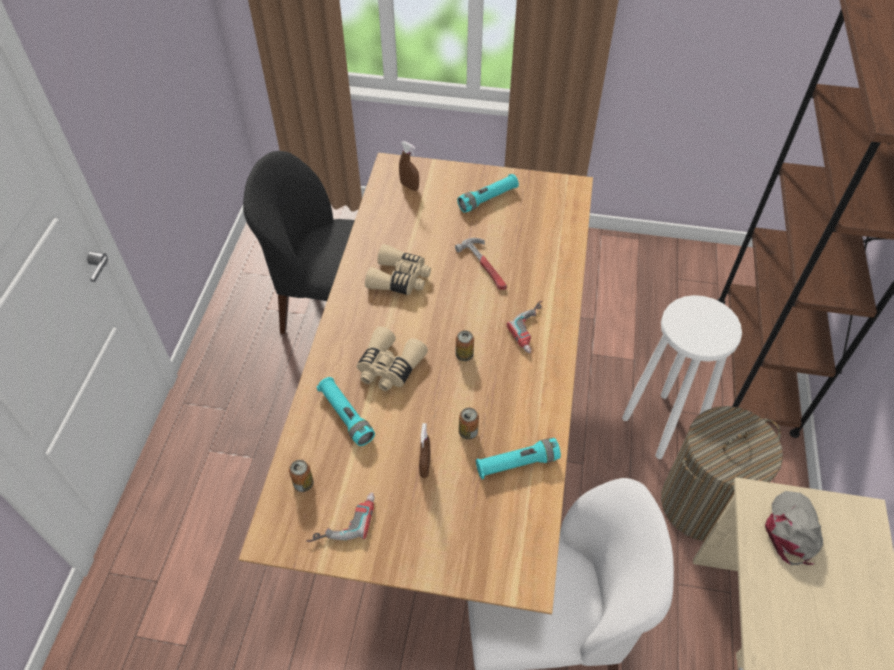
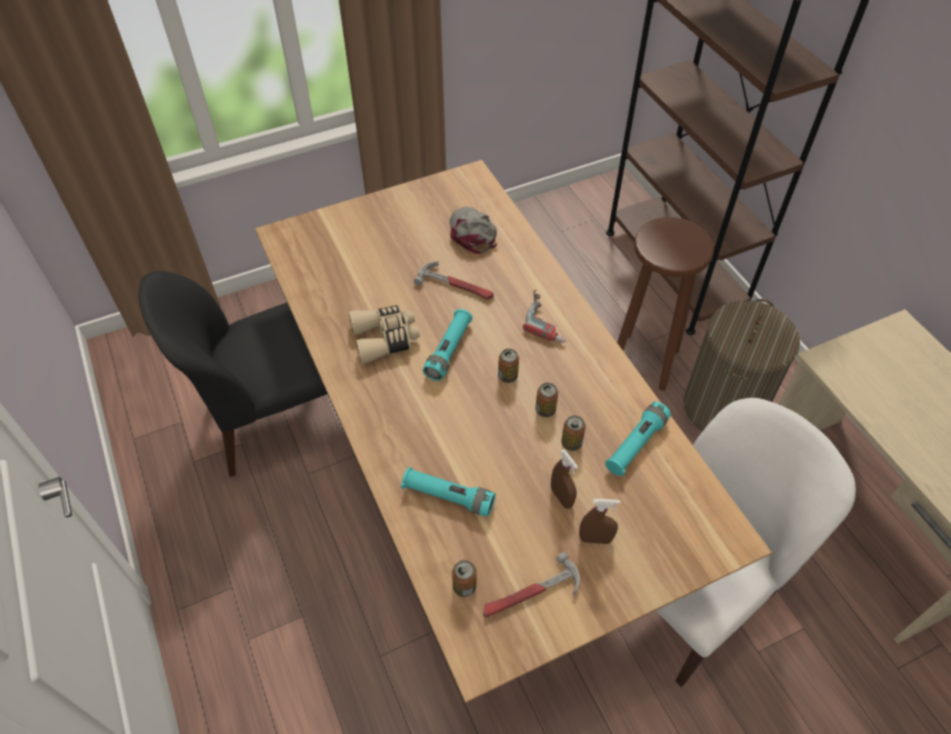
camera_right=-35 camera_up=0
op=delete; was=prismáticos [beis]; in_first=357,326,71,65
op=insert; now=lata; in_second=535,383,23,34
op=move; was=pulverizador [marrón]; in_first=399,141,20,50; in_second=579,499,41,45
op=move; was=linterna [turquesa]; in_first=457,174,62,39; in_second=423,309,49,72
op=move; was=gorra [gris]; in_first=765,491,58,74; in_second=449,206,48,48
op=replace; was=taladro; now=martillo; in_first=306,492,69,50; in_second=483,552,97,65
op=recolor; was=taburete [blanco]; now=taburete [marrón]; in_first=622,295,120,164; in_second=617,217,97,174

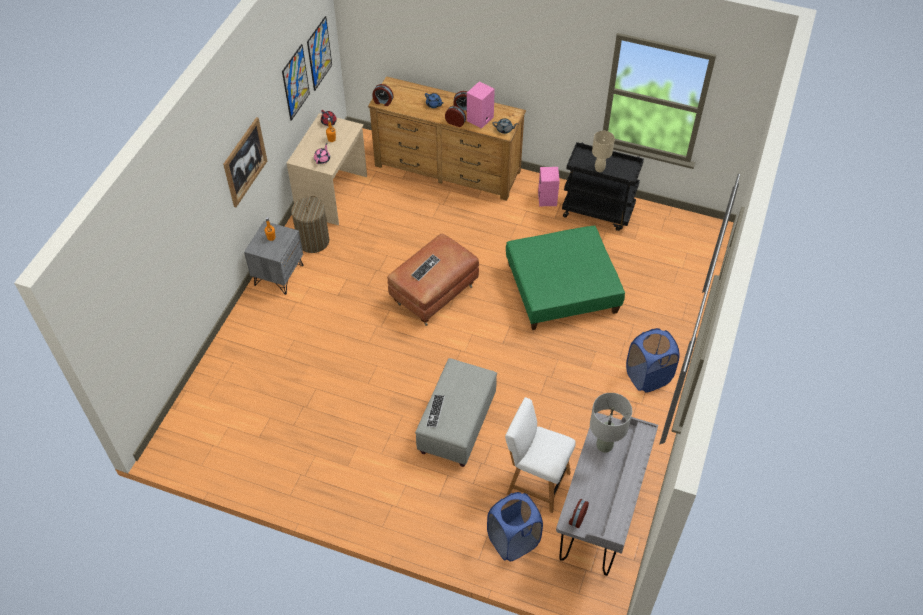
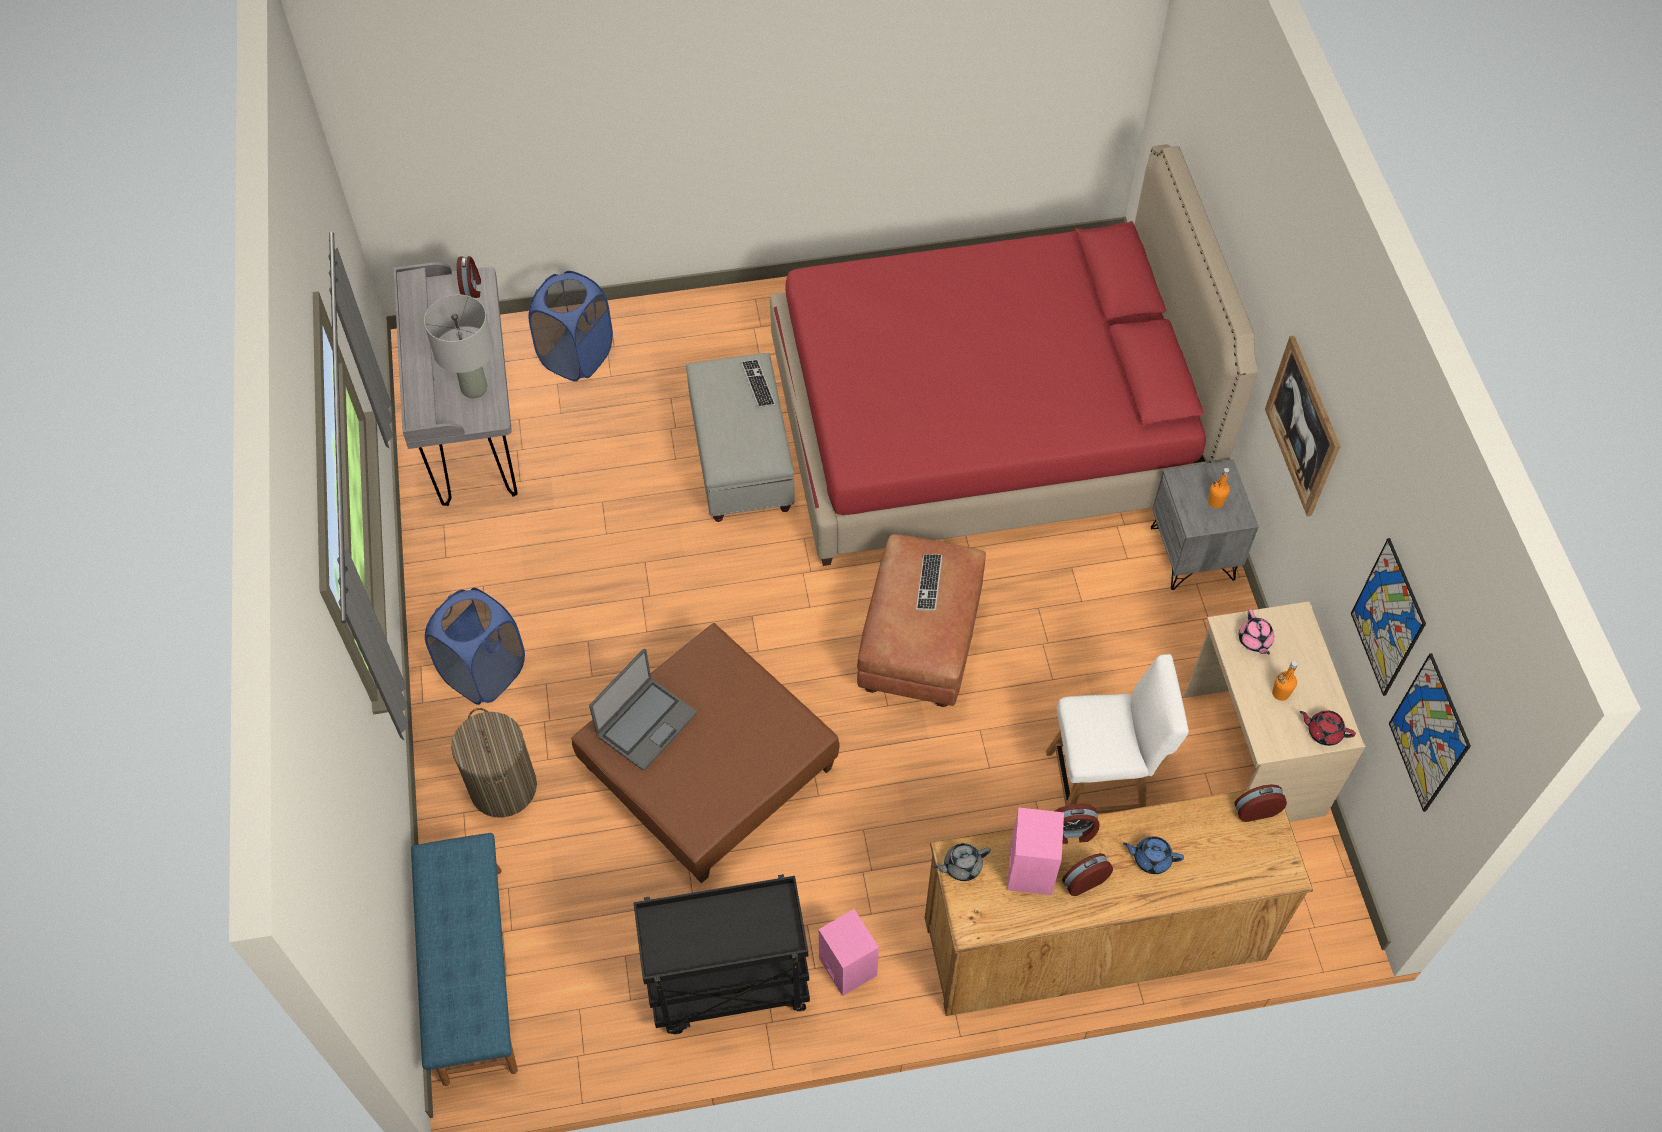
camera_right=150 camera_up=5
op=delete; was=lámpara de mesa [beis]; in_first=592,131,23,41
op=insert; now=banco [azul]; in_second=411,833,107,253
op=insert; now=portátil; in_second=589,649,107,121
op=insert; now=cama [rojo]; in_second=770,145,488,421
op=move; was=cesto de la ropa; in_first=291,196,38,57; in_second=451,708,86,110
op=move; was=silla [blanco]; in_first=505,397,70,116; in_second=1046,654,143,160
op=recolor; was=puf [verde]; now=puf [marrón]; in_first=506,226,119,104; in_second=571,623,268,260

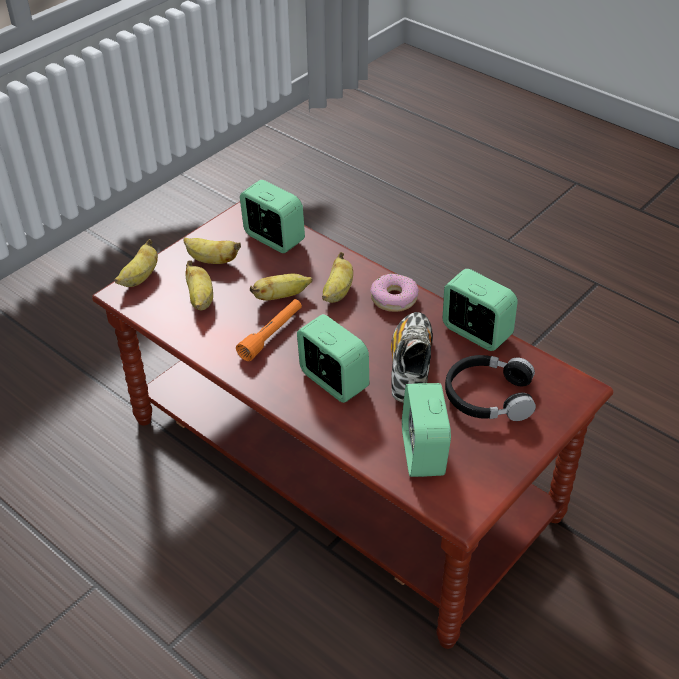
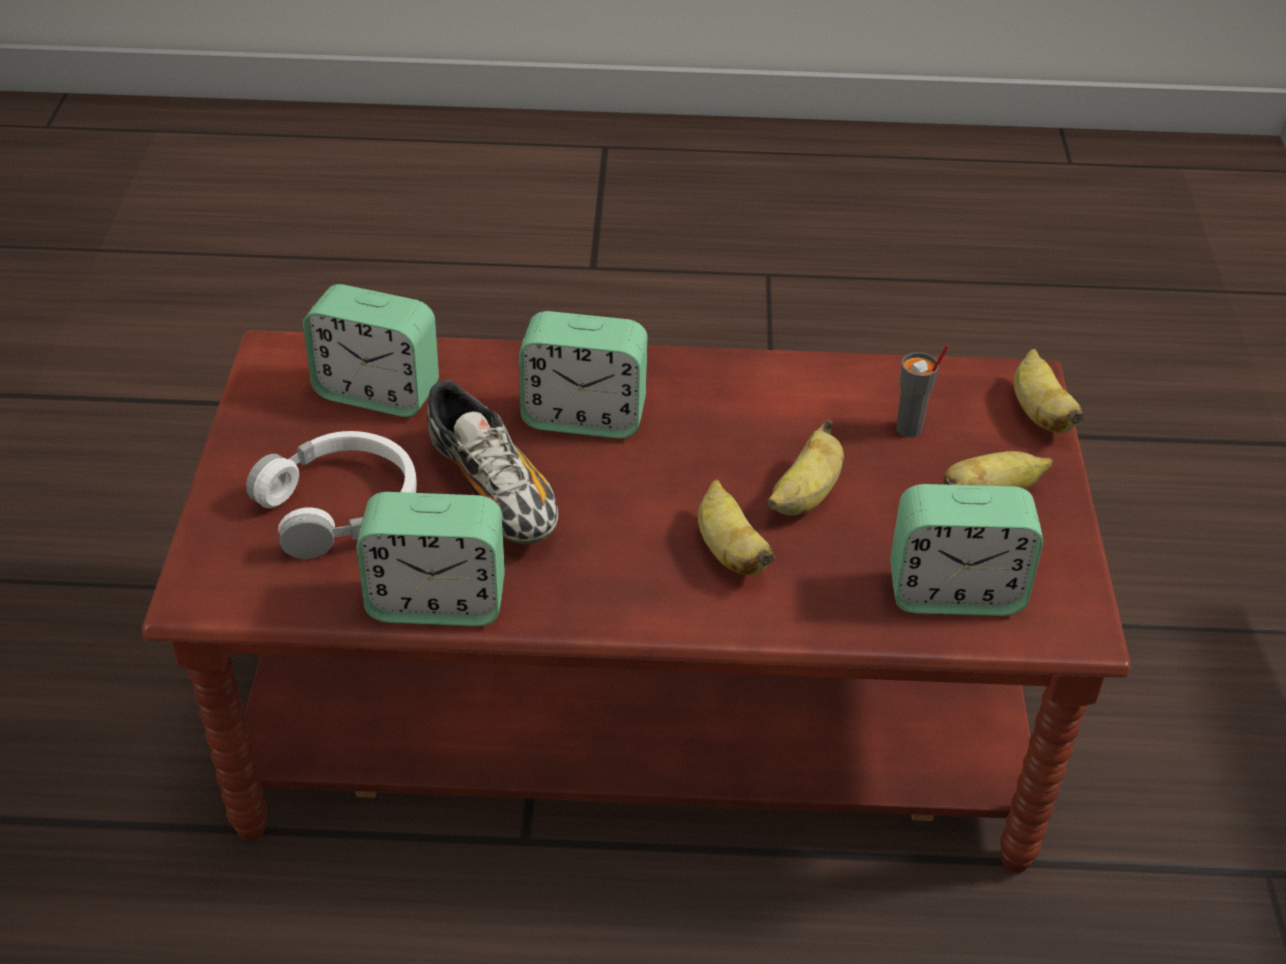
camera_right=140 camera_up=0
op=delete; was=linterna [naranja]; in_first=236,299,66,62
op=delete; was=rosquilla; in_first=370,274,49,38
op=replace; was=plátano; now=taza [gris]; in_first=186,260,27,50; in_second=896,345,53,93
op=recolor; was=auriculares [negro]; now=auriculares [blanco]; in_first=445,355,91,66; in_second=246,431,171,128
op=rotate; was=despertador; in_first=402,383,49,94; in_second=303,284,136,133; clockwise=150

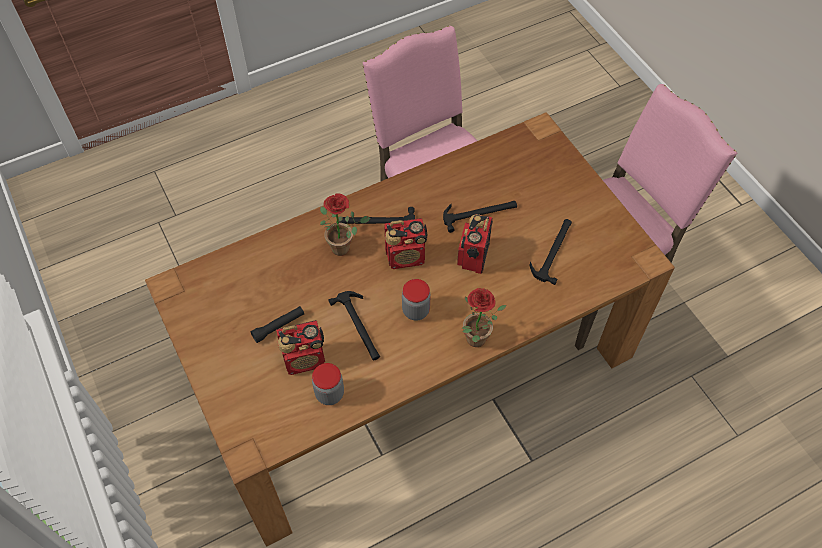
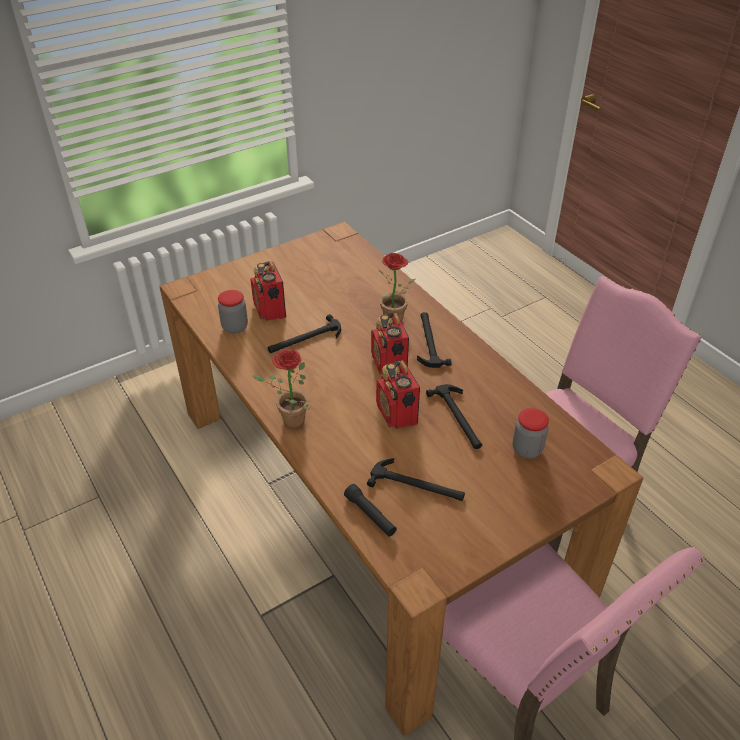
camera_right=85 camera_up=-15
op=move; was=linterna [negro]; in_first=250,306,54,37; in_second=344,484,53,53
op=move; was=tarro; in_first=402,279,29,42; in_second=513,408,36,50
op=rotate; was=radio; in_first=457,214,36,60; in_second=376,360,44,69; clockwise=-120

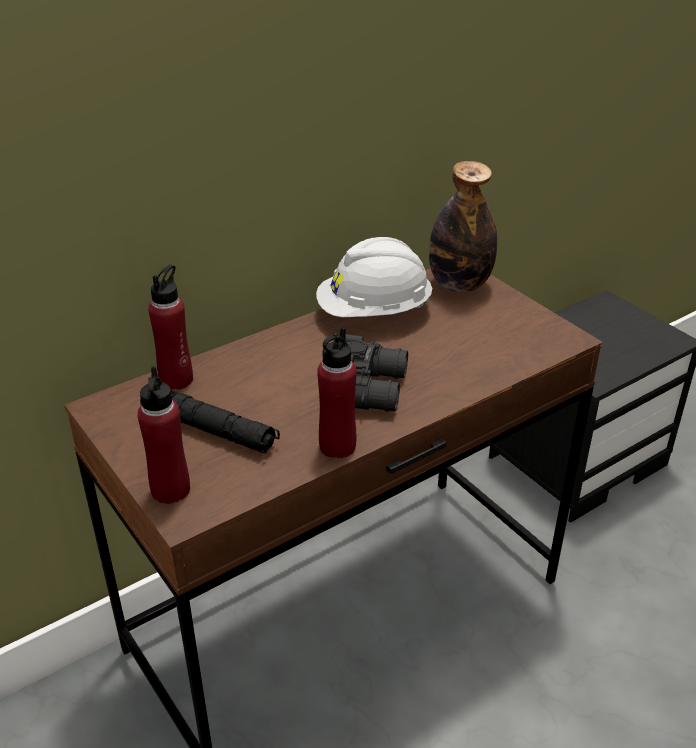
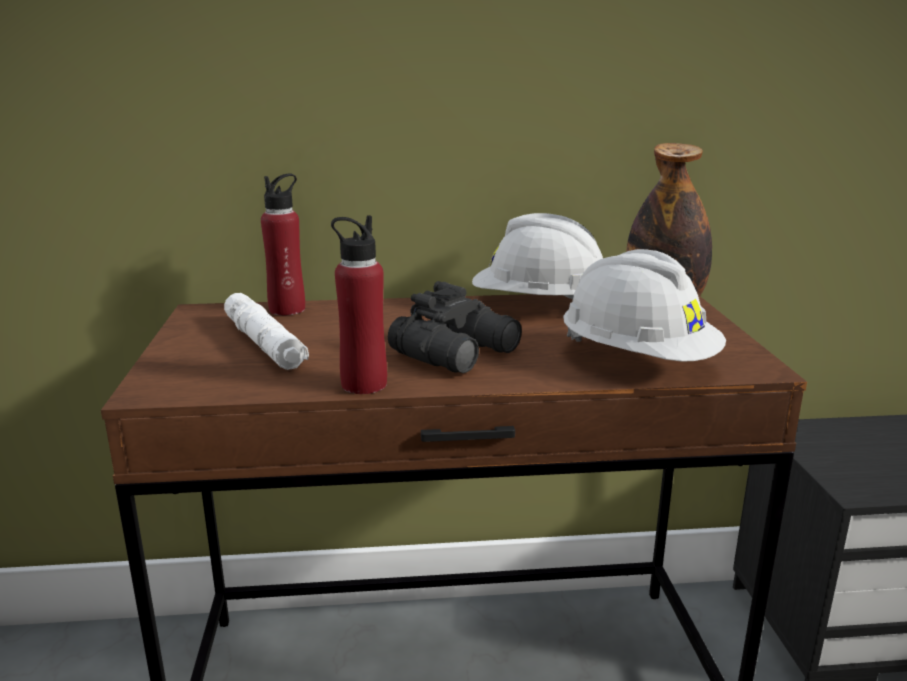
camera_right=30 camera_up=-15
op=delete; was=botella [rojo]; in_first=137,366,53,138
op=insert; now=casco [blanco]; in_second=563,249,163,113
op=recolor; was=linterna [negro]; now=linterna [blanco]; in_first=140,390,140,63; in_second=224,293,85,77

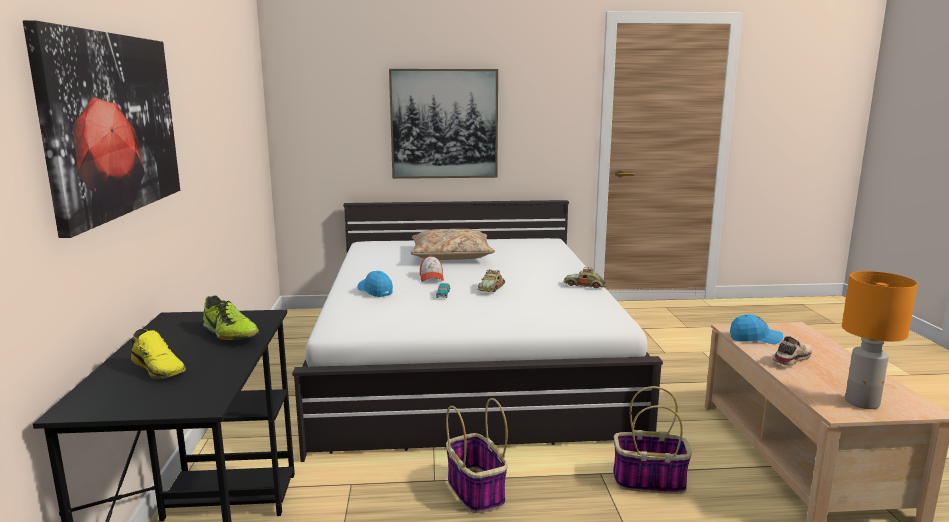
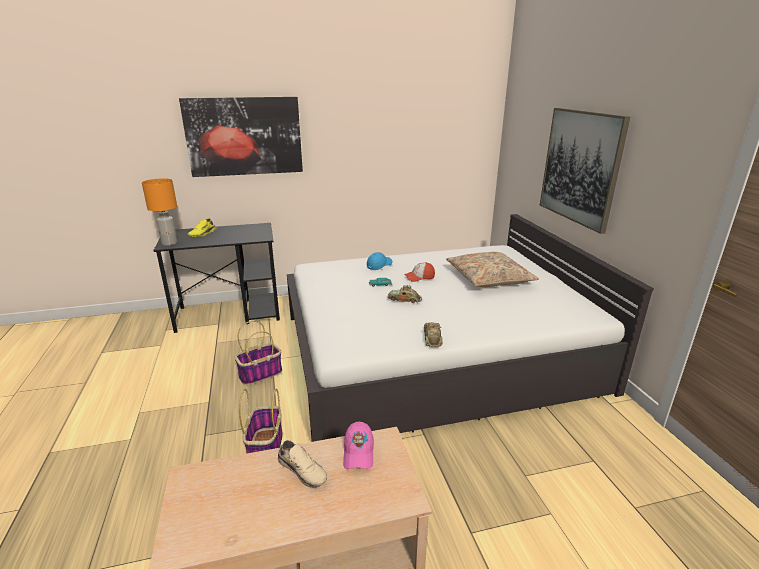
camera_right=80 camera_up=10
op=delete; was=zapato; in_first=203,295,56,45
op=move; was=lámpara de mesa [naranja]; in_first=842,271,76,138; in_second=142,178,36,68
op=recolor; was=gorra [azul]; now=gorra [rosa]; in_first=730,314,53,30; in_second=343,422,31,47

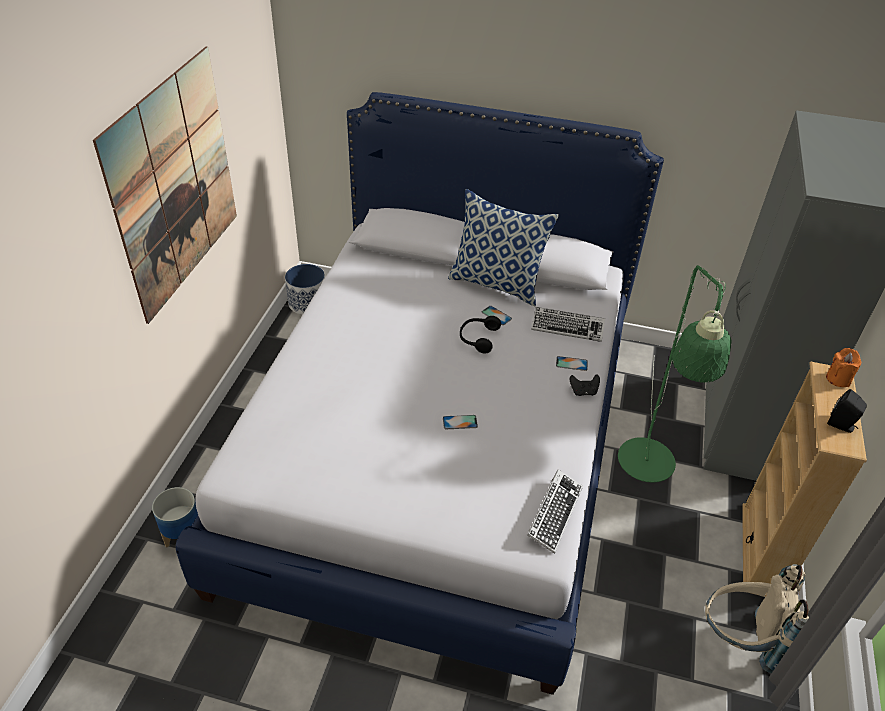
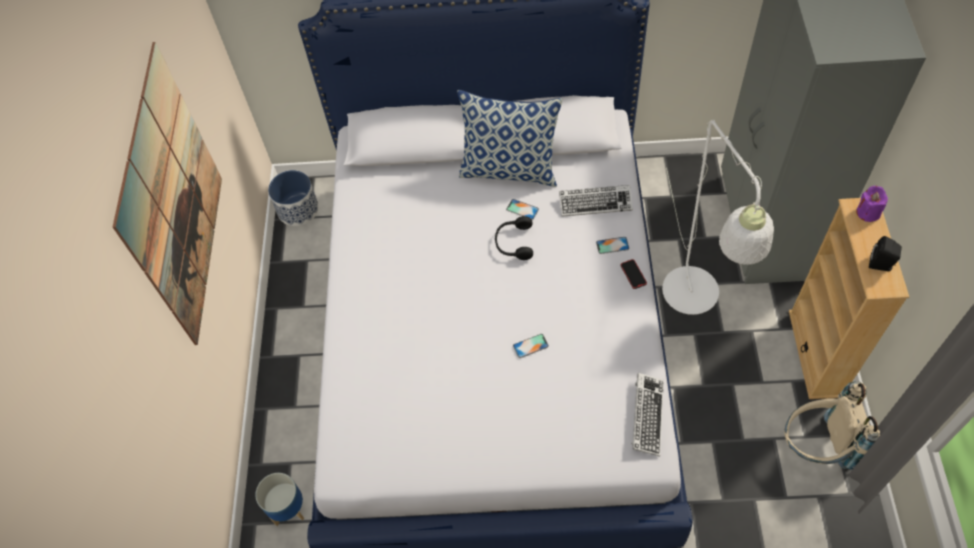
camera_right=-10 camera_up=15
op=replace; was=mando de consola [negro]; now=móvil; in_first=570,374,30,22; in_second=620,259,27,30
op=recolor; was=lámpara de pie [verde]; now=lámpara de pie [blanco]; in_first=618,265,114,218; in_second=662,119,112,196
op=recolor; was=vela [naranja]; now=vela [morado]; in_first=826,348,35,39; in_second=856,186,32,36

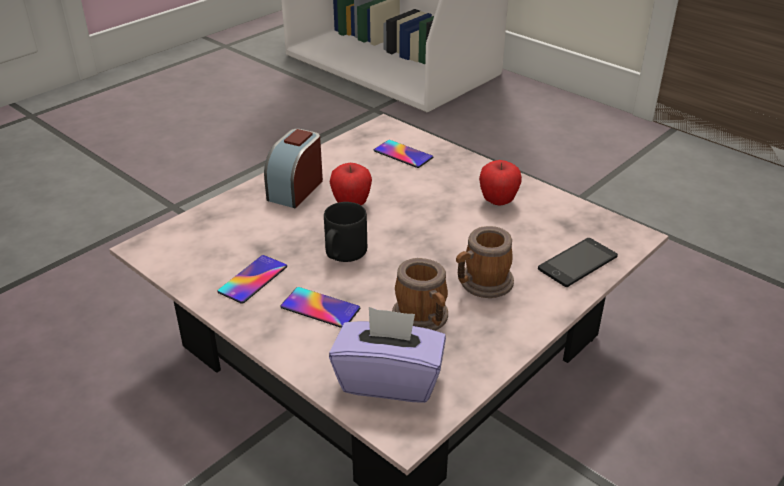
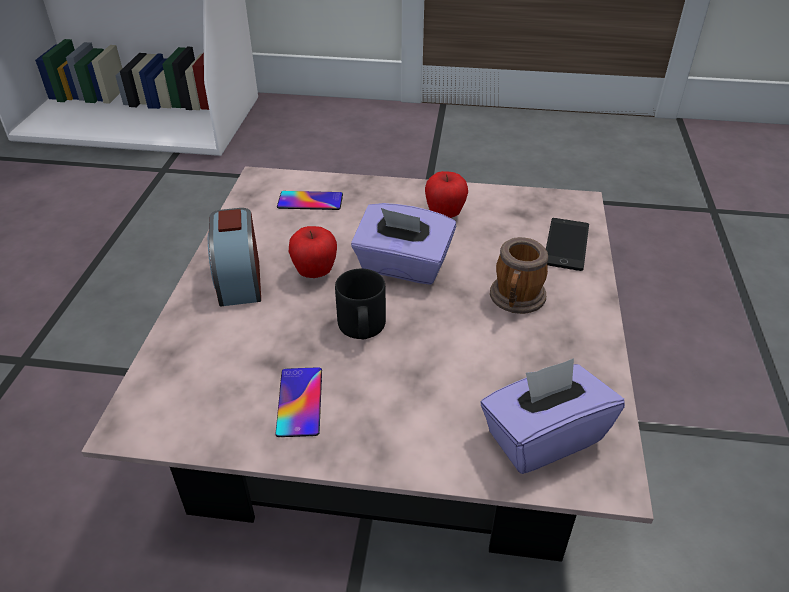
camera_right=-35 camera_up=5
op=delete; was=móvil; in_first=280,287,80,41
op=delete; was=taza grande; in_first=392,258,56,73
op=insert; now=caja de pañuelos [morado]; in_second=351,203,105,82

